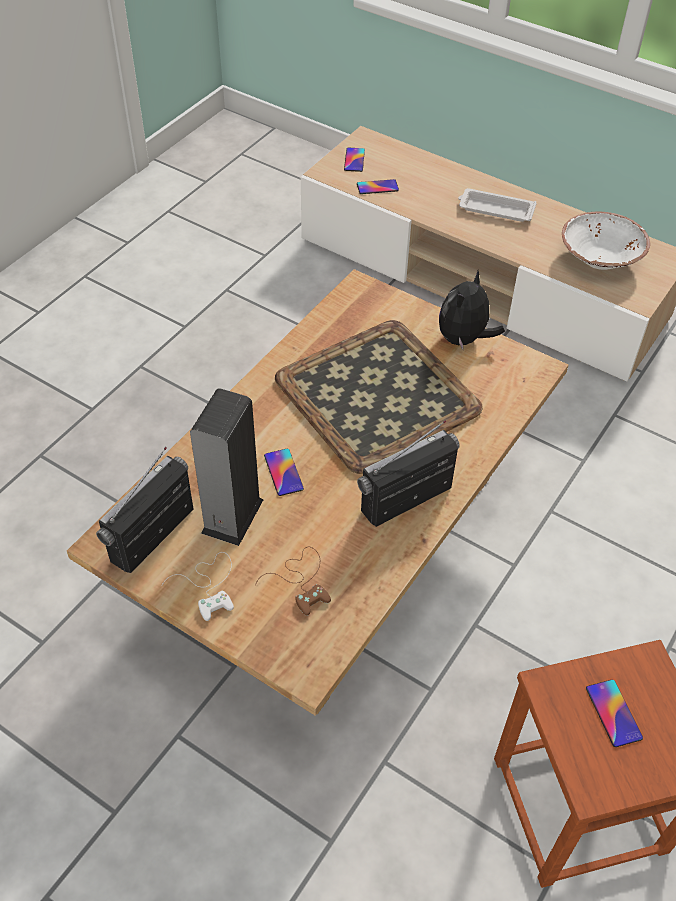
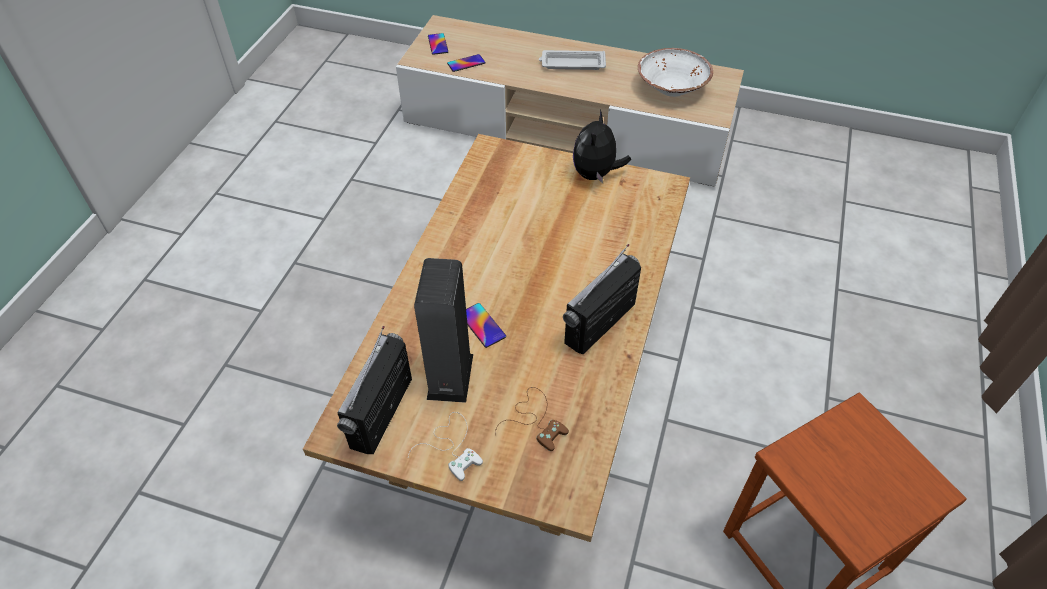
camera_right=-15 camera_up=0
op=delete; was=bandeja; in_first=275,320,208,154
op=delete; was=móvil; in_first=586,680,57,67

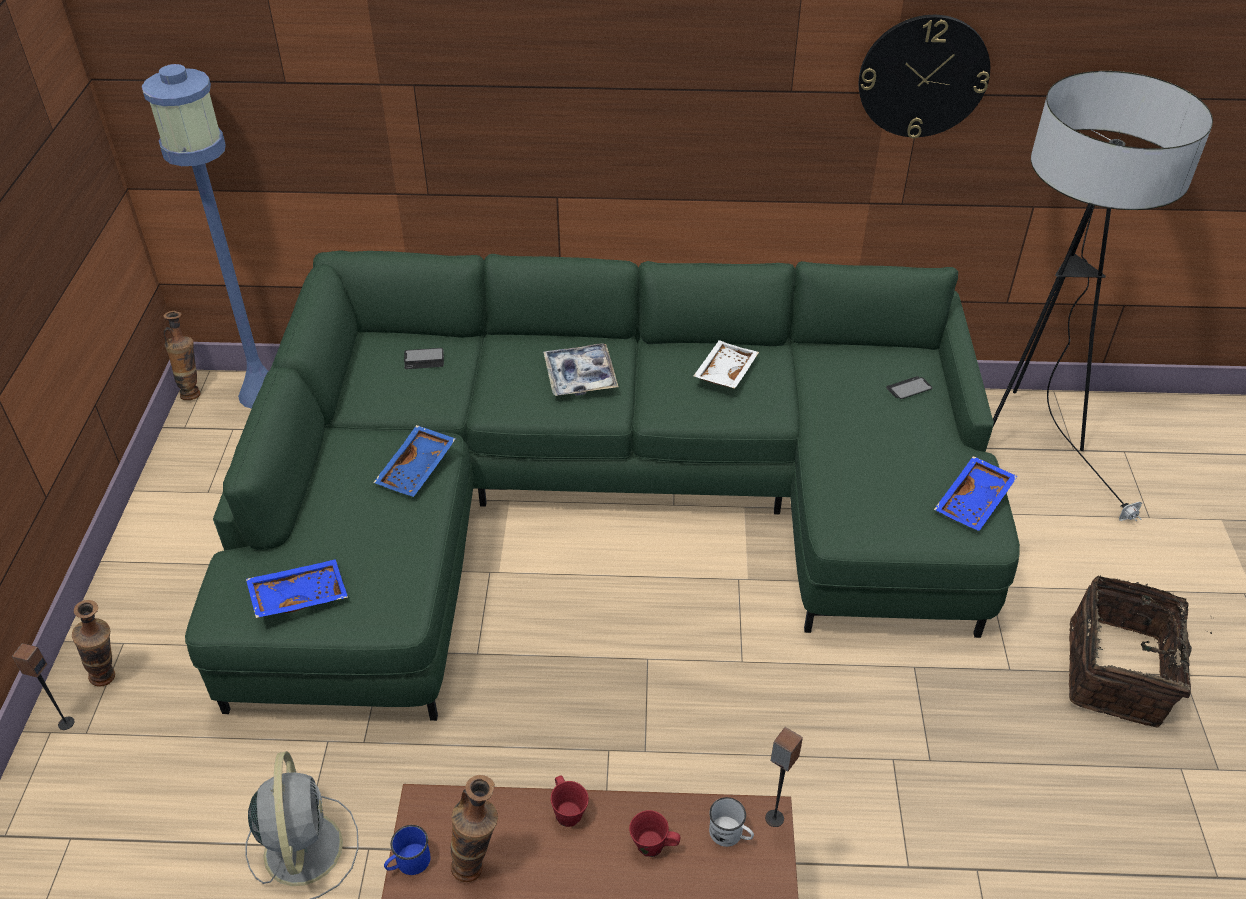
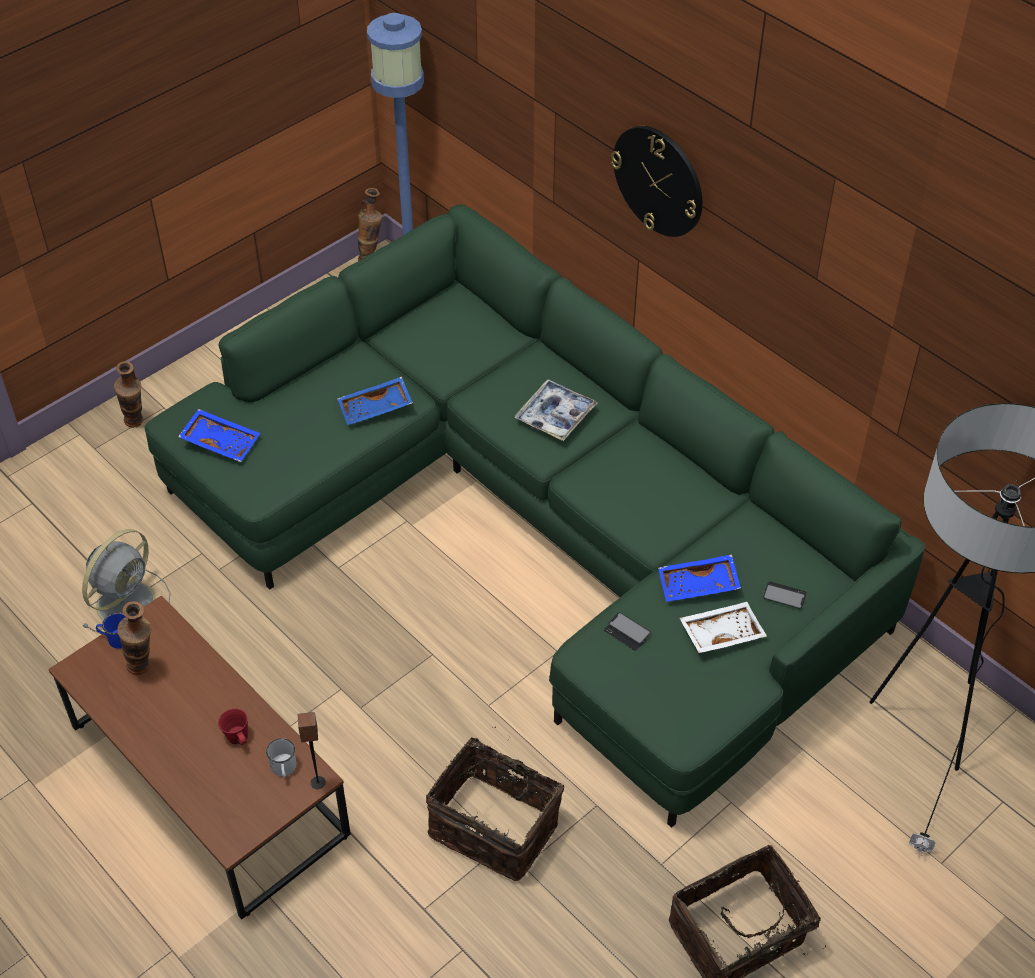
camera_right=45 camera_up=5
op=delete; was=altavoz; in_first=12,643,63,87
op=delete; was=taza grande [rojo]; in_first=551,775,38,52
op=insert; now=cesta; in_second=426,727,138,154
op=move; was=móvil; in_first=404,348,40,21; in_second=604,612,47,38
op=move; was=bandeja [blanco]; in_first=693,340,66,49; in_second=680,602,87,51
op=move; was=reloj de pared; in_first=859,15,131,124; in_second=611,126,91,111
op=move; was=bandeja [azul]; in_first=934,456,84,75; in_second=658,554,83,48

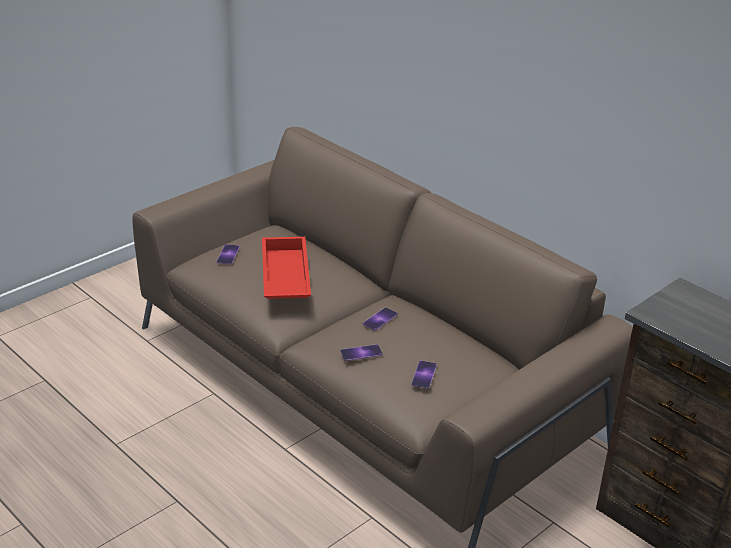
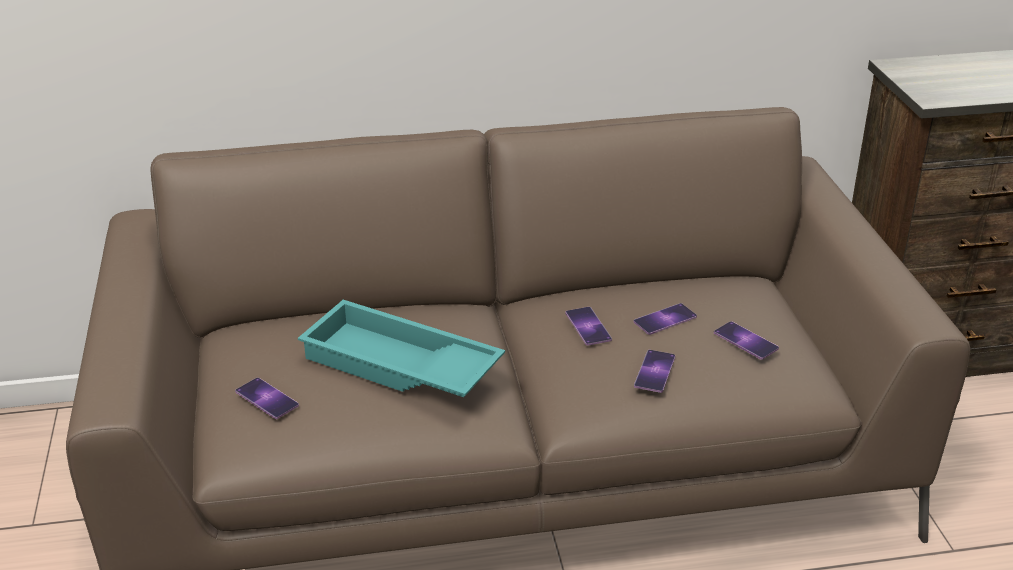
camera_right=-55 camera_up=0
op=insert; now=móvil; in_second=633,303,64,32
op=recolor; was=bandeja [rojo]; now=bandeja [turquesa]; in_first=262,237,49,62; in_second=298,300,207,97

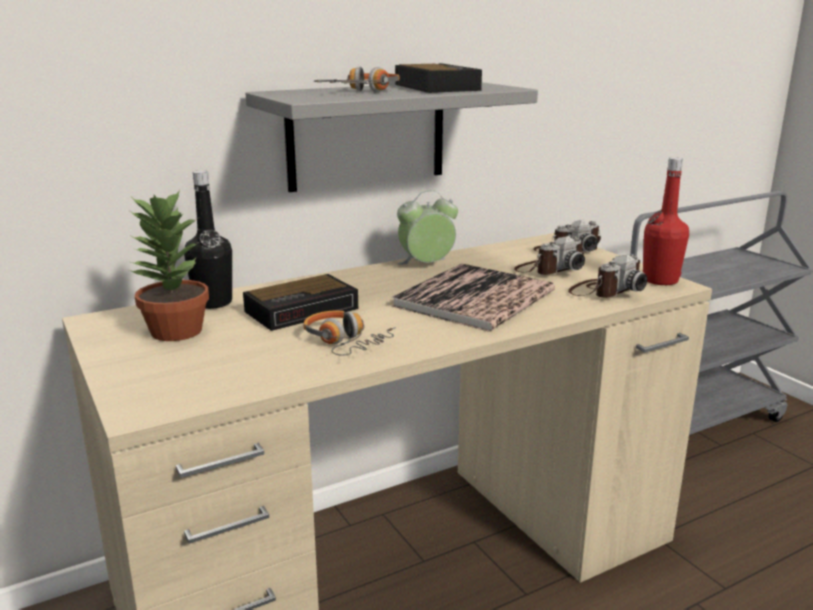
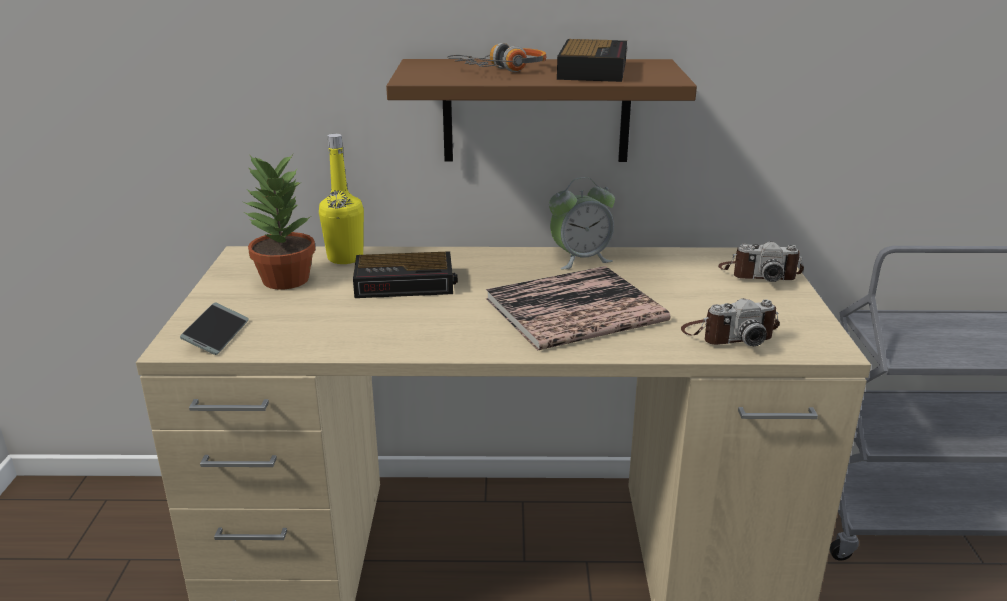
camera_right=30 camera_up=5
op=delete; was=auriculares; in_first=303,311,93,45
op=delete; was=cámara; in_first=514,236,71,39
op=delete; was=botella [rojo]; in_first=643,157,46,128
op=insert; now=móvil; in_second=180,302,69,53
op=recolor; was=botella [negro]; now=botella [amarillo]; in_first=184,170,48,139; in_second=319,134,45,130
op=recolor; was=estante [gris]; now=estante [marrón]; in_first=245,82,293,110; in_second=386,59,311,103
op=rotate; was=despertador; in_first=397,191,61,74; in_second=549,177,66,93; clockwise=150

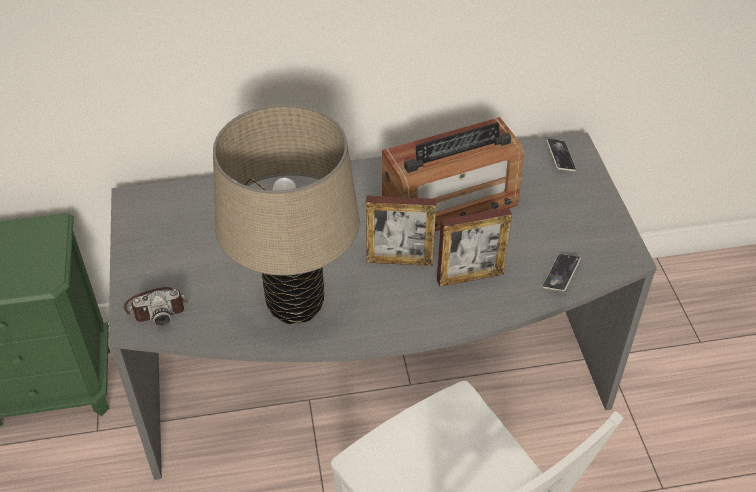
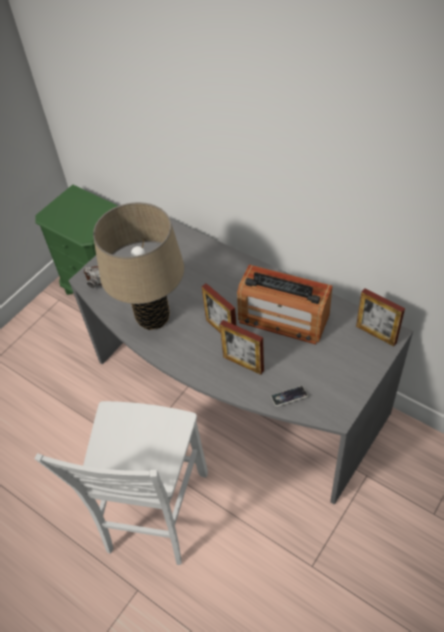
camera_right=50 camera_up=5
op=replace; was=móvil; now=portarretratos; in_first=546,139,30,32; in_second=356,288,49,58

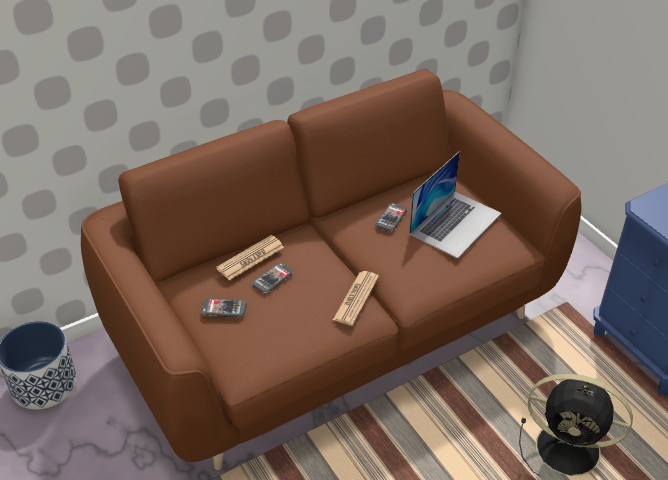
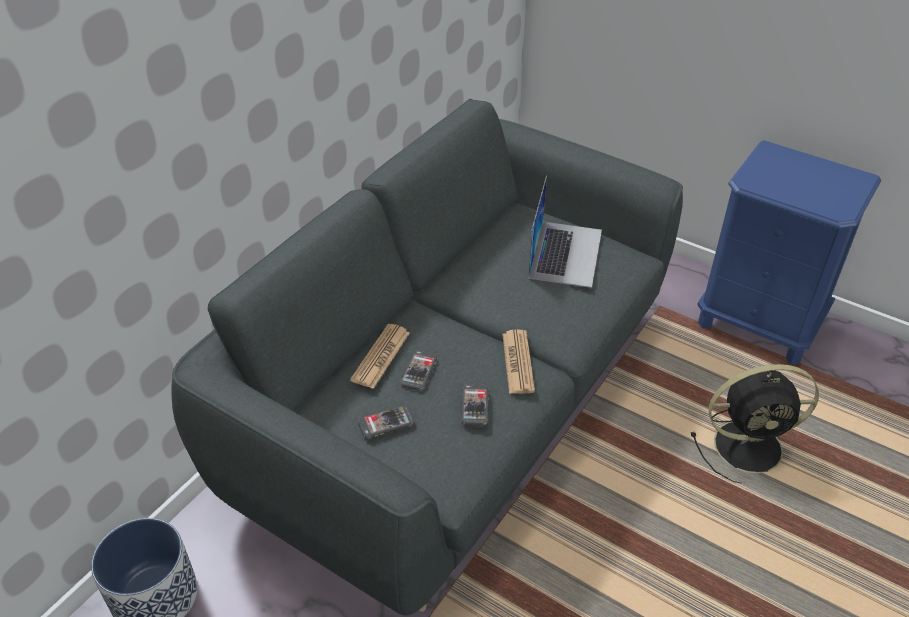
camera_right=-25 camera_up=0
op=move; was=móvil; in_first=376,203,31,29; in_second=461,384,28,42
op=recolor; was=sofá [marrón]; now=sofá [gris]; in_first=81,68,500,402; in_second=171,99,512,517

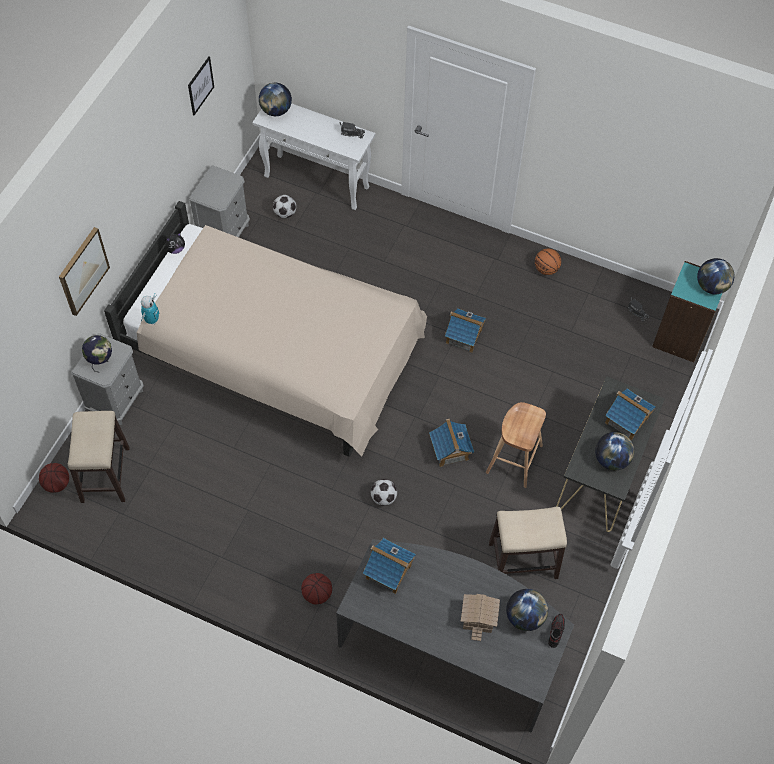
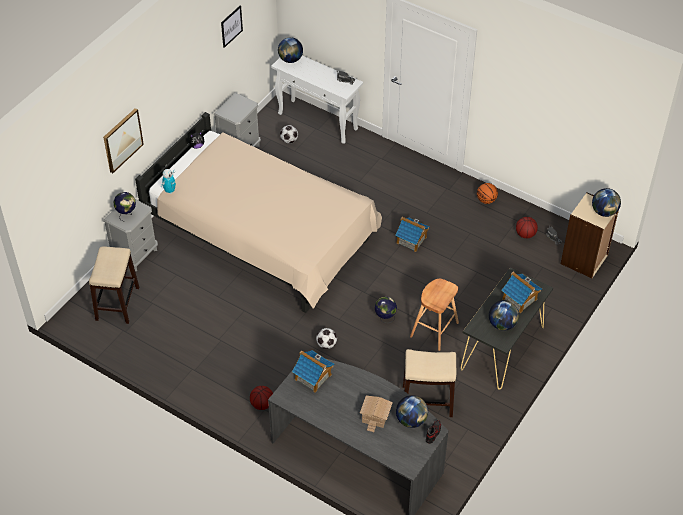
camera_right=10 camera_up=-10
op=move; was=balón de baloncesto; in_first=39,463,30,30; in_second=516,217,22,21
op=replace; was=casita; now=globo terráqueo; in_first=429,419,45,48; in_second=375,297,22,26
op=recolor; was=estantería [turquesa]; now=estantería [beis]; in_first=652,261,70,101; in_second=561,192,58,86

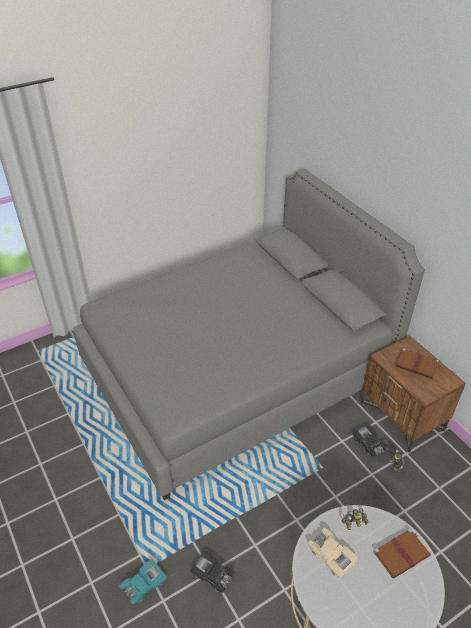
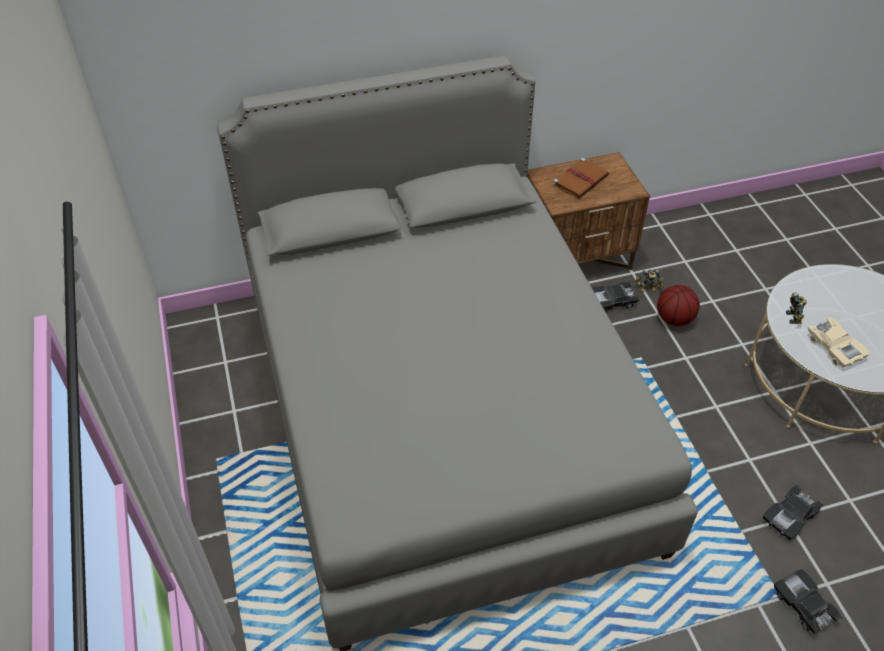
camera_right=-75 camera_up=5
op=delete; was=libro [marrón]; in_first=373,529,58,50
op=insert; now=balón de baloncesto; in_second=657,285,43,41
op=recolor; was=coche de juguete [turquesa]; now=coche de juguete [negro]; in_first=119,559,48,45; in_second=774,569,69,65
op=rotate; was=coche de juguete [beis]; in_first=308,527,51,51; in_second=808,317,62,51; clockwise=90

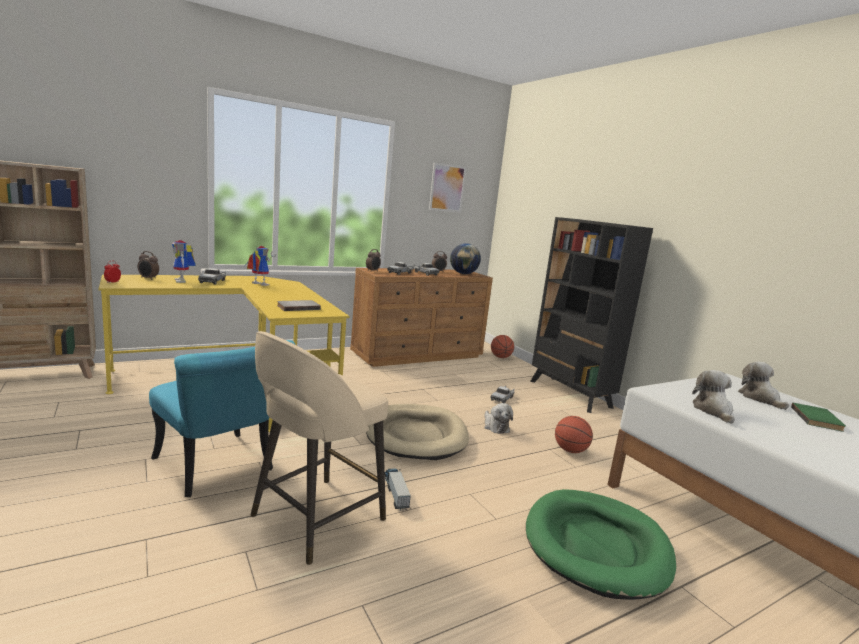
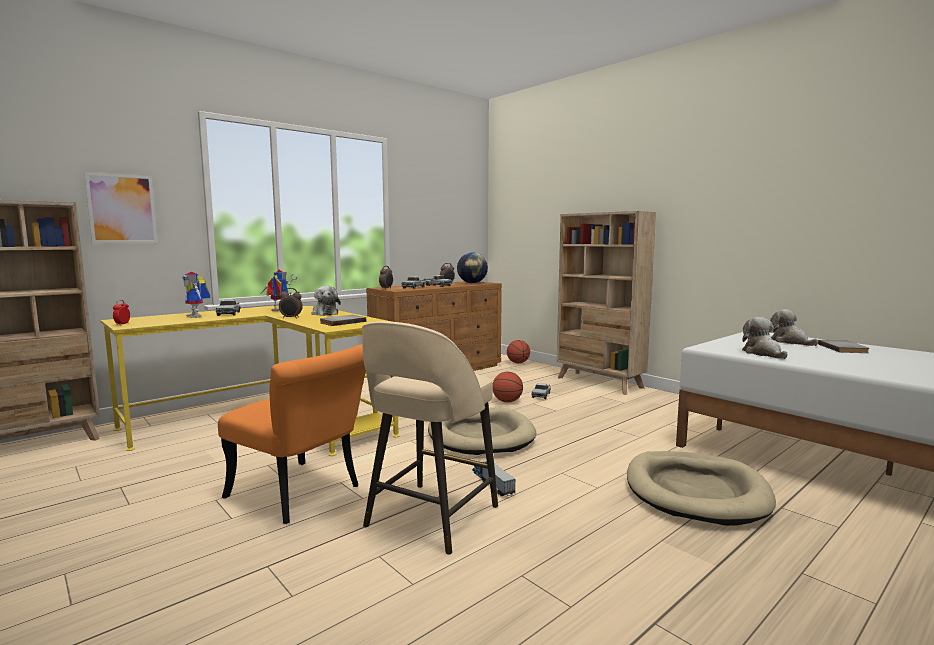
camera_right=-10 camera_up=-5
op=move; was=despertador; in_first=138,251,21,29; in_second=279,288,24,31
op=move; was=cuadro; in_first=429,162,37,51; in_second=84,172,74,71
op=move; was=peluche; in_first=485,403,28,31; in_second=311,286,30,30
op=move; was=balón de baloncesto; in_first=555,416,38,37; in_second=493,372,30,30
op=recolor; was=silla [turquesa]; now=silla [naranja]; in_first=149,340,147,157; in_second=218,344,148,180
op=recolor; was=cama para perro [verde]; now=cama para perro [beis]; in_first=526,489,150,111; in_second=627,451,149,75
op=recolor; was=estantería [negro]; now=estantería [beis]; in_first=531,217,122,196; in_second=557,211,99,184
op=recolor; was=libro [verde]; now=libro [gris]; in_first=791,403,55,29; in_second=818,340,51,13

